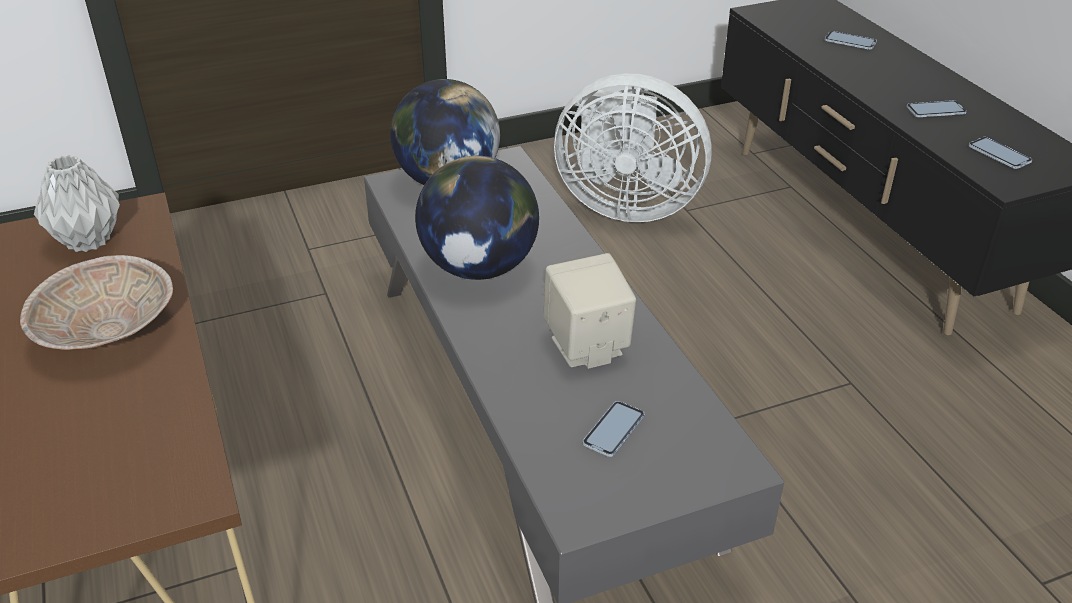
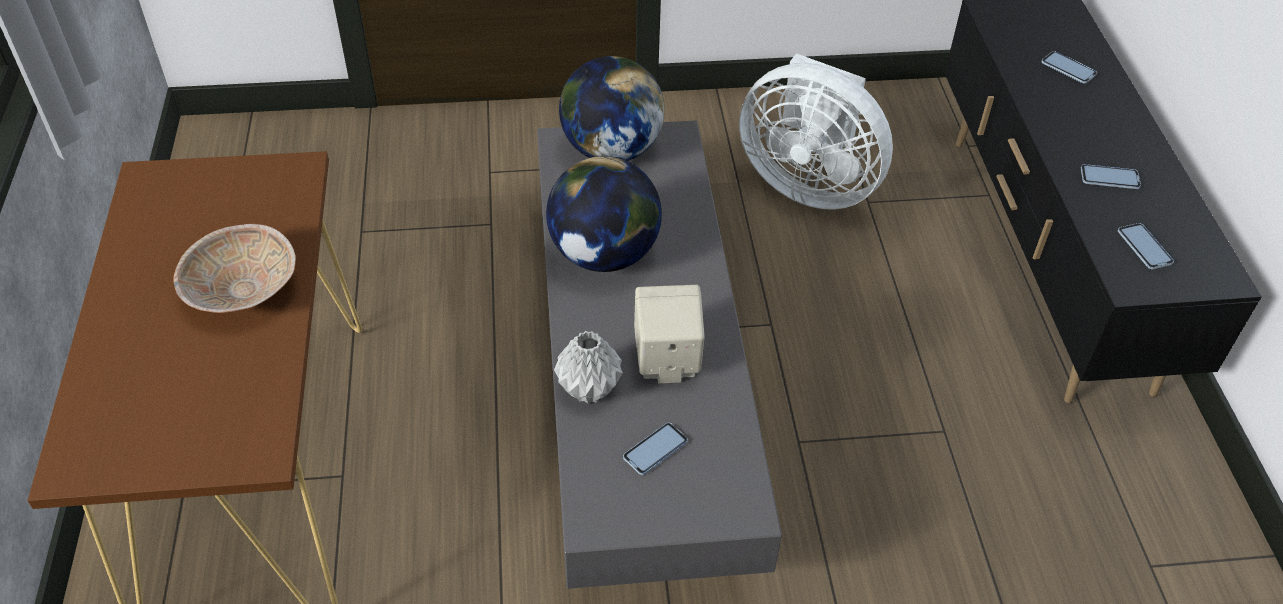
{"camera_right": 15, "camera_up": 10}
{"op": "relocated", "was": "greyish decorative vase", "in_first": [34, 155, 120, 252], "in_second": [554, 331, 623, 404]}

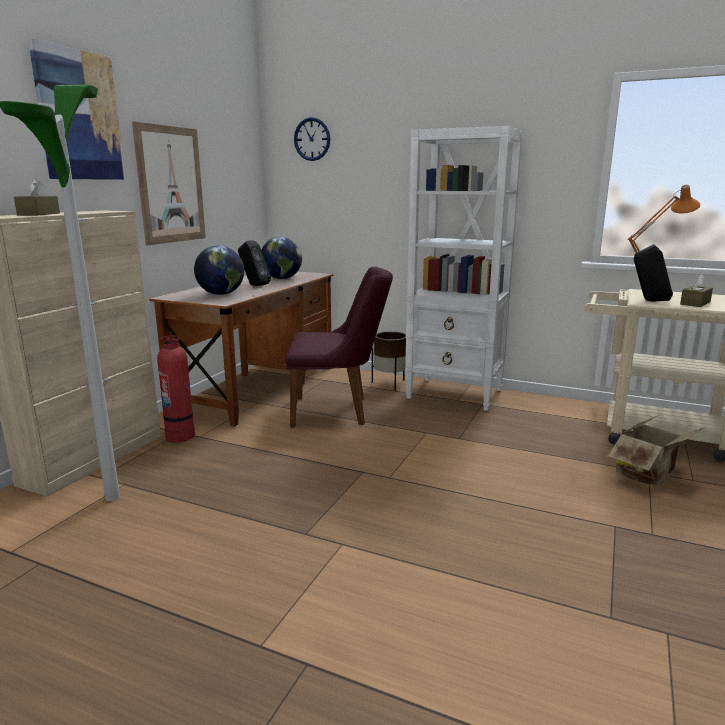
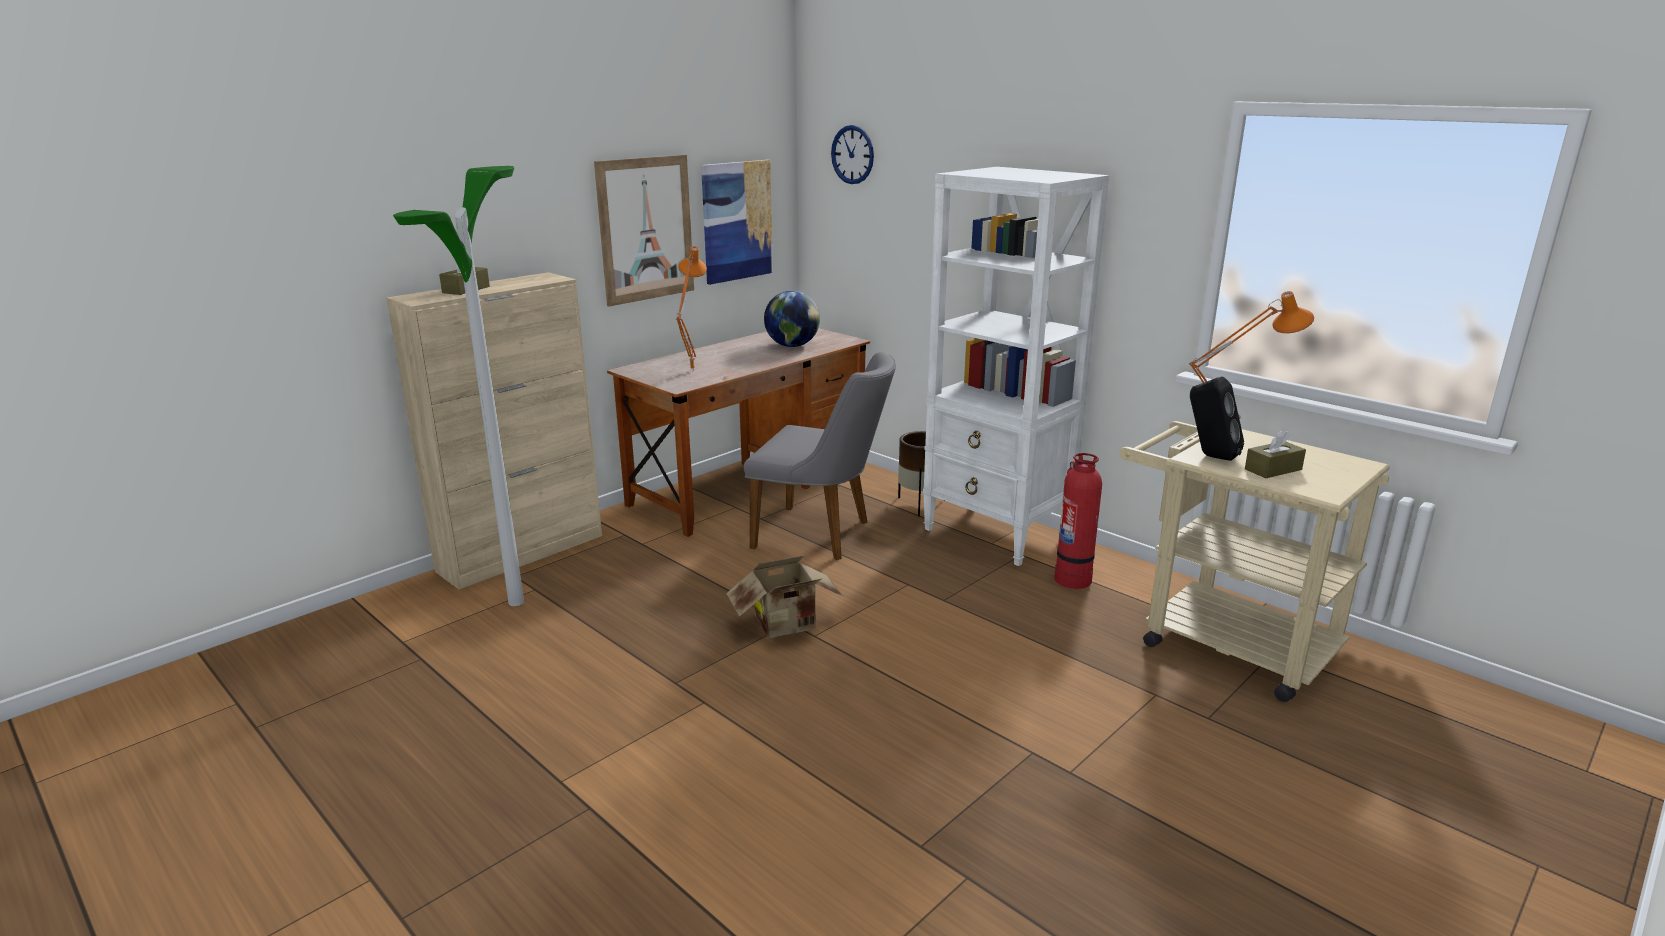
{"camera_right": 20, "camera_up": 5}
{"op": "relocated", "was": "wall art", "in_first": [28, 38, 125, 180], "in_second": [701, 160, 773, 285]}
{"op": "missing", "was": "black-coloured speaker", "in_first": [238, 240, 271, 286]}
{"op": "exchanged", "was": "world globe", "now": "orangey lamp for a table", "in_first": [194, 246, 244, 295], "in_second": [676, 246, 707, 372]}
{"op": "colour", "was": "purple-coloured plain chair", "now": "greyish plain chair", "in_first": [286, 266, 393, 427], "in_second": [744, 352, 896, 560]}
{"op": "relocated", "was": "extinguisher", "in_first": [157, 335, 195, 443], "in_second": [1054, 453, 1102, 589]}
{"op": "relocated", "was": "packing box", "in_first": [608, 415, 703, 487], "in_second": [726, 555, 843, 638]}

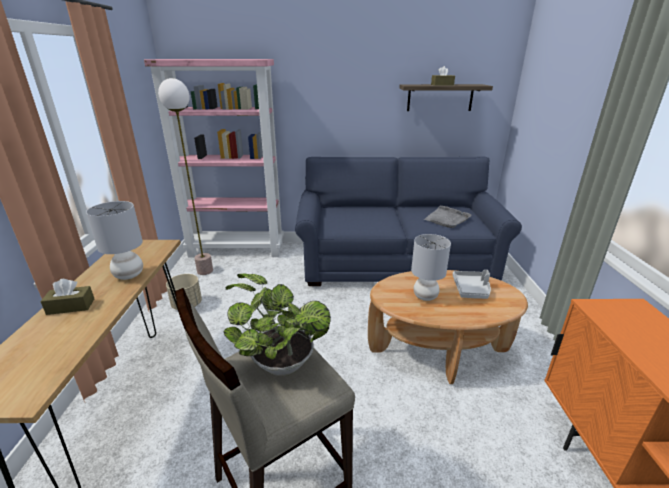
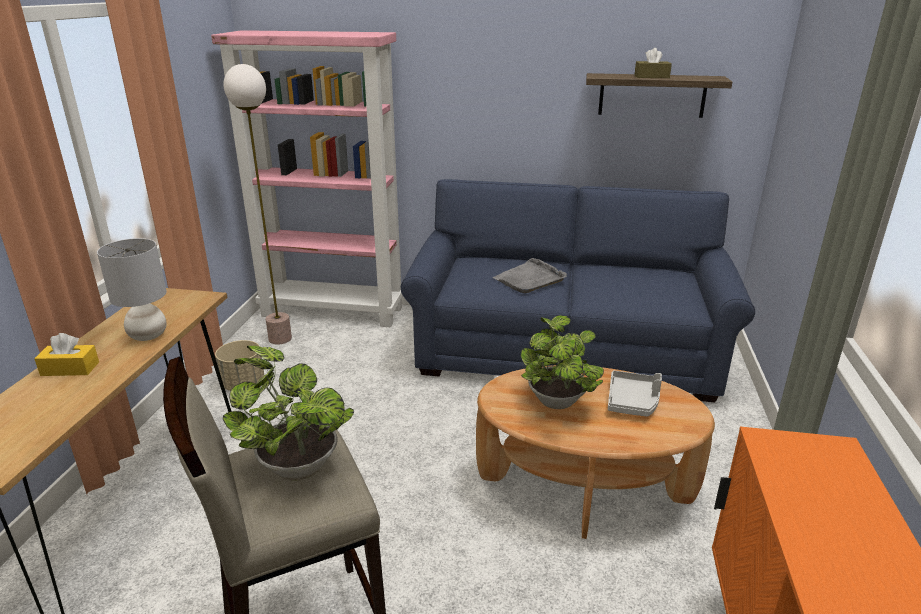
{"camera_right": 10, "camera_up": 0}
{"op": "relocated", "was": "greyish serving tray", "in_first": [424, 206, 472, 228], "in_second": [492, 258, 567, 293]}
{"op": "exchanged", "was": "greyish lamp for a table", "now": "plant in a pot", "in_first": [411, 234, 451, 301], "in_second": [520, 315, 604, 409]}
{"op": "colour", "was": "brown box of tissues", "now": "yellow box of tissues", "in_first": [40, 279, 94, 315], "in_second": [34, 333, 99, 376]}

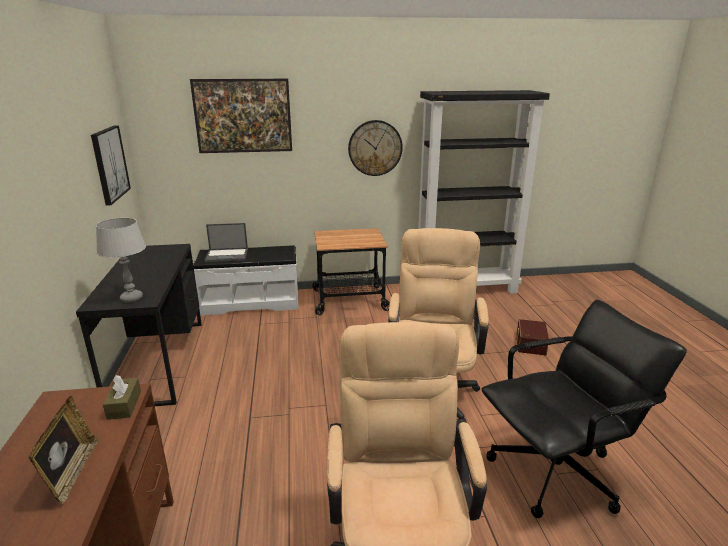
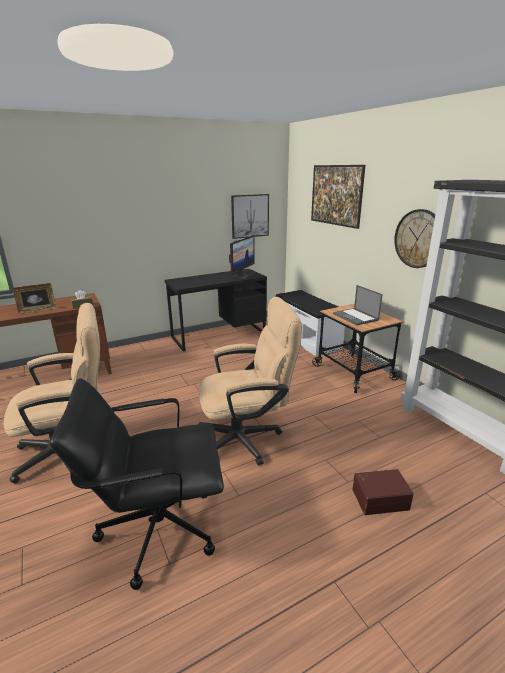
{"camera_right": 70, "camera_up": 0}
{"op": "missing", "was": "greyish lamp for a table", "in_first": [96, 218, 146, 302]}
{"op": "relocated", "was": "laptop", "in_first": [204, 223, 248, 262], "in_second": [333, 285, 383, 326]}
{"op": "spun", "was": "black-coloured desk chair", "in_first": [481, 300, 687, 518], "in_second": [50, 378, 224, 590], "clockwise": 120}
{"op": "appeared", "now": "computer screen", "in_second": [229, 235, 255, 280]}

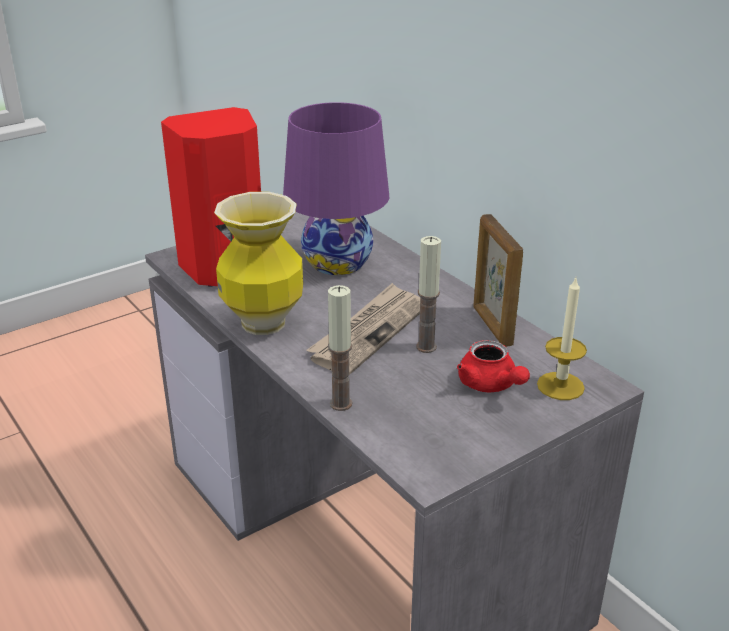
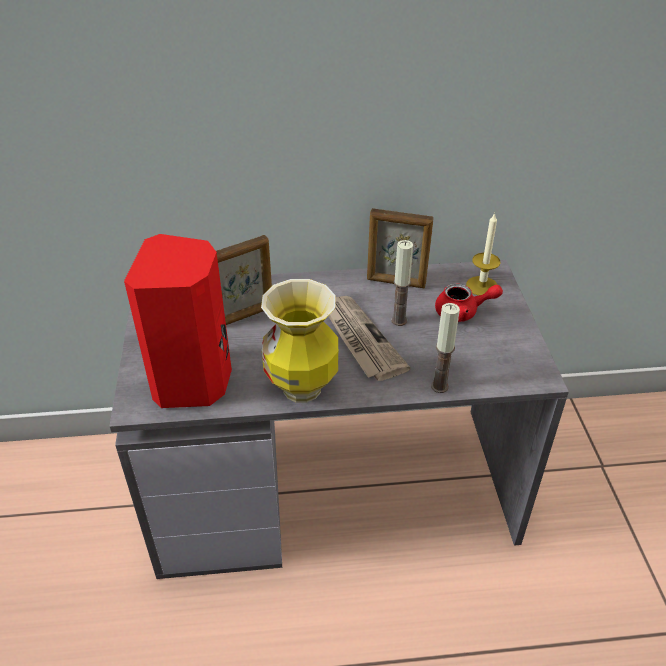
{"camera_right": -60, "camera_up": 10}
{"op": "exchanged", "was": "purple-coloured lamp for a table", "now": "photo frame", "in_first": [283, 102, 389, 275], "in_second": [216, 235, 272, 325]}

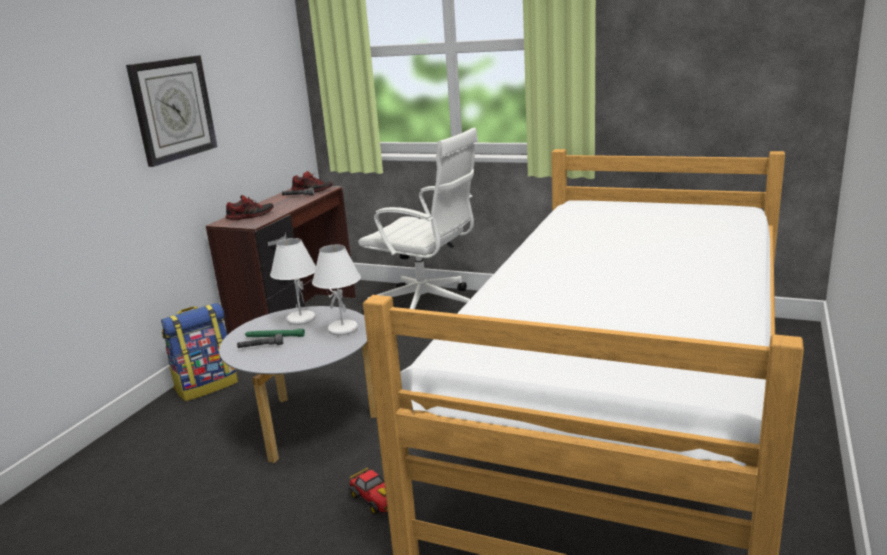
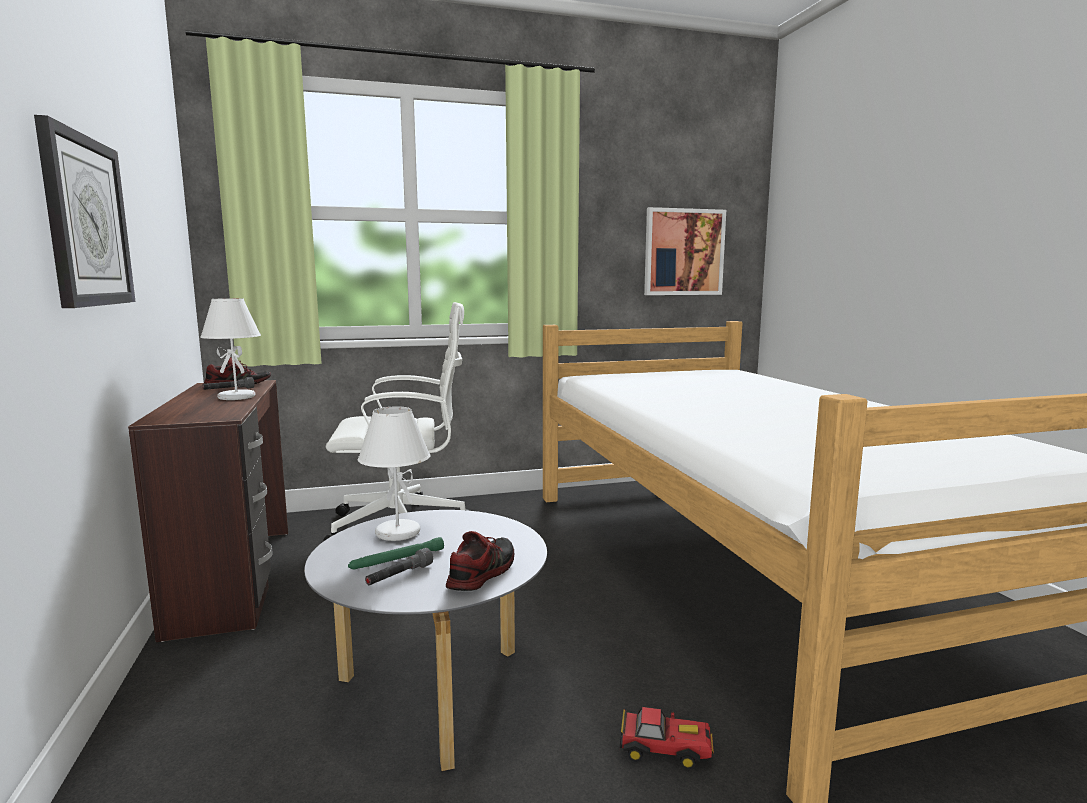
{"camera_right": -40, "camera_up": -10}
{"op": "relocated", "was": "low shoe", "in_first": [225, 195, 274, 220], "in_second": [446, 531, 514, 591]}
{"op": "relocated", "was": "whitish lamp for a table", "in_first": [312, 244, 361, 335], "in_second": [200, 298, 261, 400]}
{"op": "missing", "was": "rucksack", "in_first": [161, 303, 238, 401]}
{"op": "appeared", "now": "wall art", "in_second": [644, 207, 726, 295]}

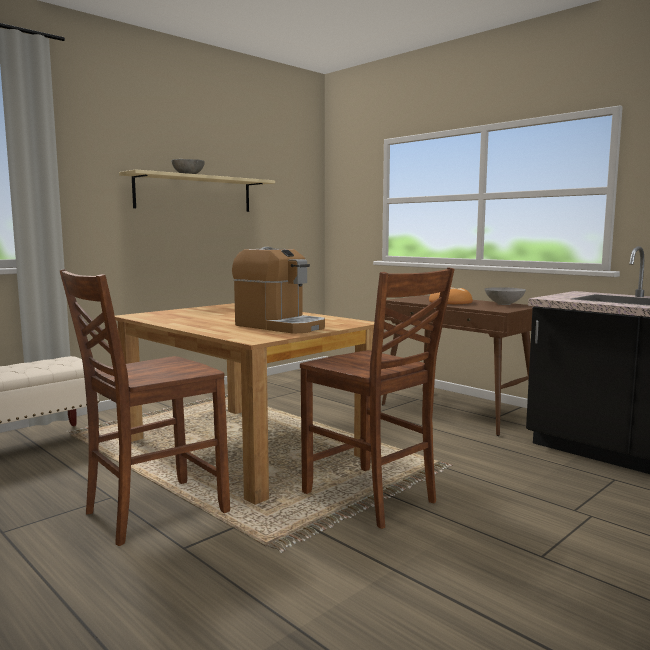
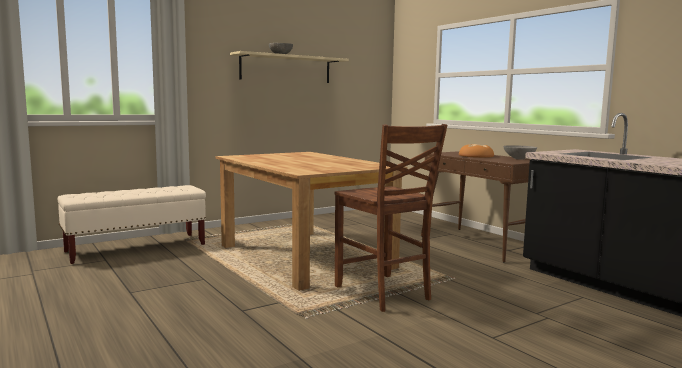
{"camera_right": 10, "camera_up": 0}
{"op": "missing", "was": "coffee brewer", "in_first": [232, 247, 325, 334]}
{"op": "missing", "was": "brown plain chair", "in_first": [59, 269, 230, 546]}

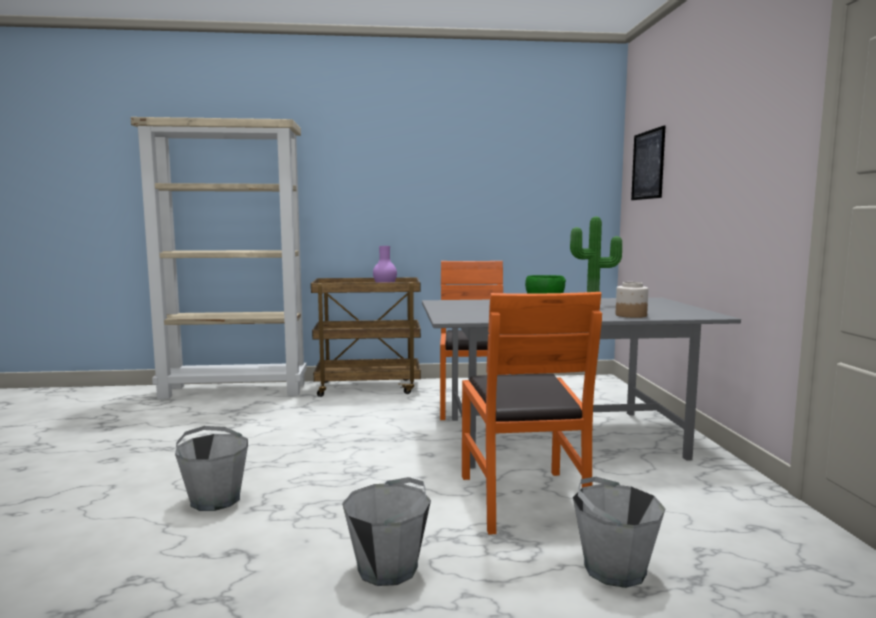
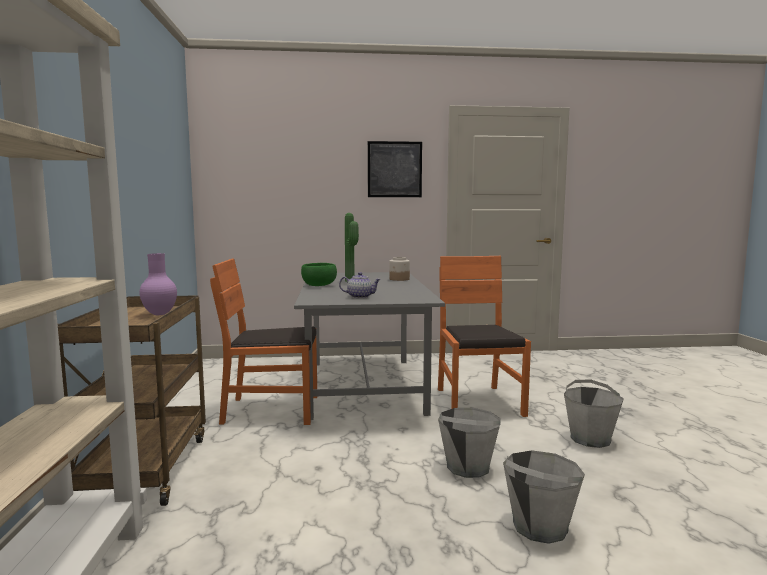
{"camera_right": -90, "camera_up": 0}
{"op": "relocated", "was": "wall art", "in_first": [631, 125, 665, 200], "in_second": [368, 141, 422, 197]}
{"op": "spun", "was": "orangey plain chair", "in_first": [462, 292, 602, 535], "in_second": [438, 256, 531, 417], "clockwise": -90}
{"op": "relocated", "was": "greyish bucket", "in_first": [573, 477, 665, 588], "in_second": [438, 408, 501, 478]}
{"op": "appeared", "now": "teapot", "in_second": [339, 272, 381, 298]}

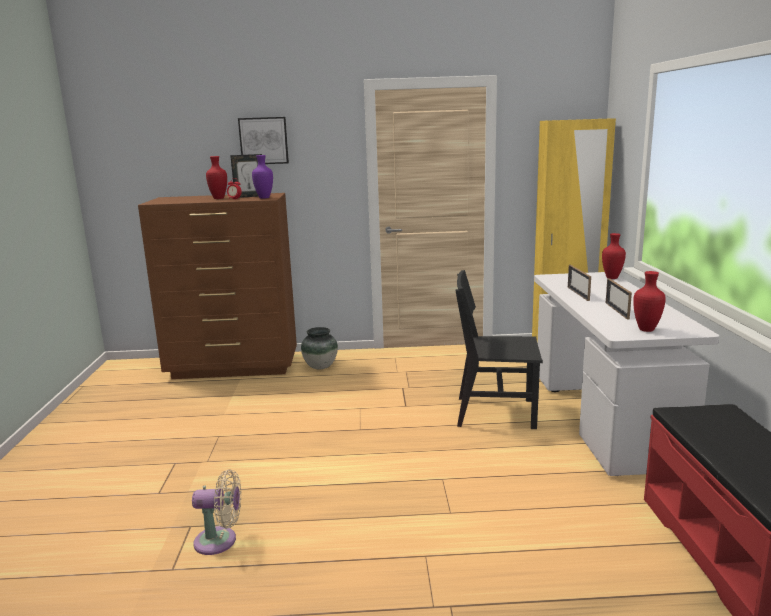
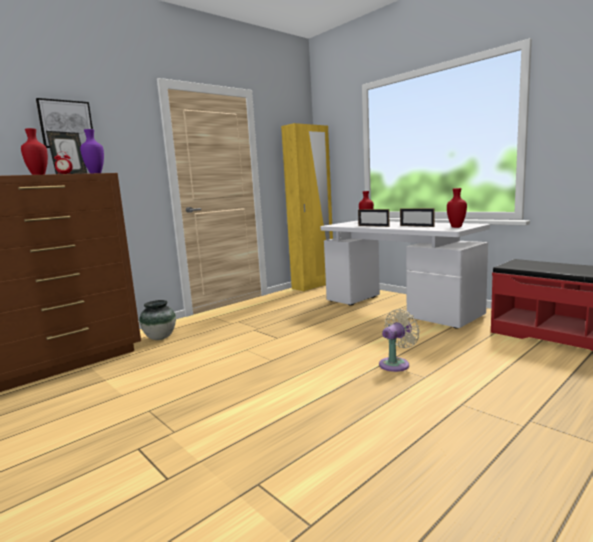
{"camera_right": -40, "camera_up": -5}
{"op": "missing", "was": "black-coloured plain chair", "in_first": [455, 270, 543, 429]}
{"op": "relocated", "was": "beige-coloured cooling fan", "in_first": [192, 469, 241, 555], "in_second": [379, 309, 420, 372]}

